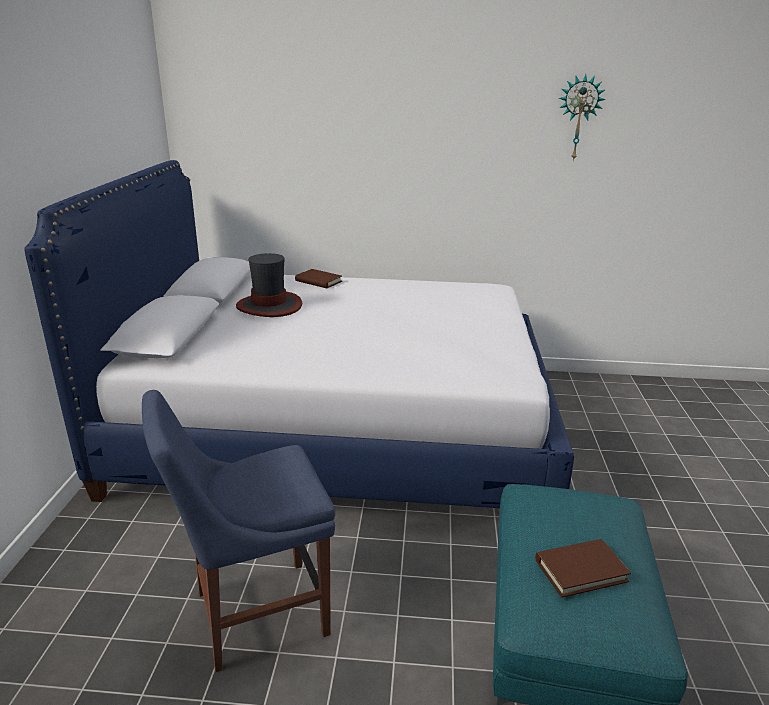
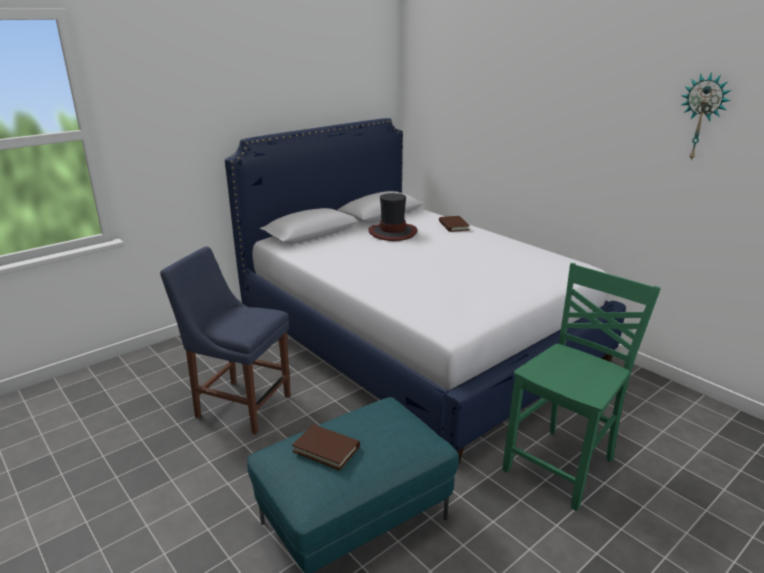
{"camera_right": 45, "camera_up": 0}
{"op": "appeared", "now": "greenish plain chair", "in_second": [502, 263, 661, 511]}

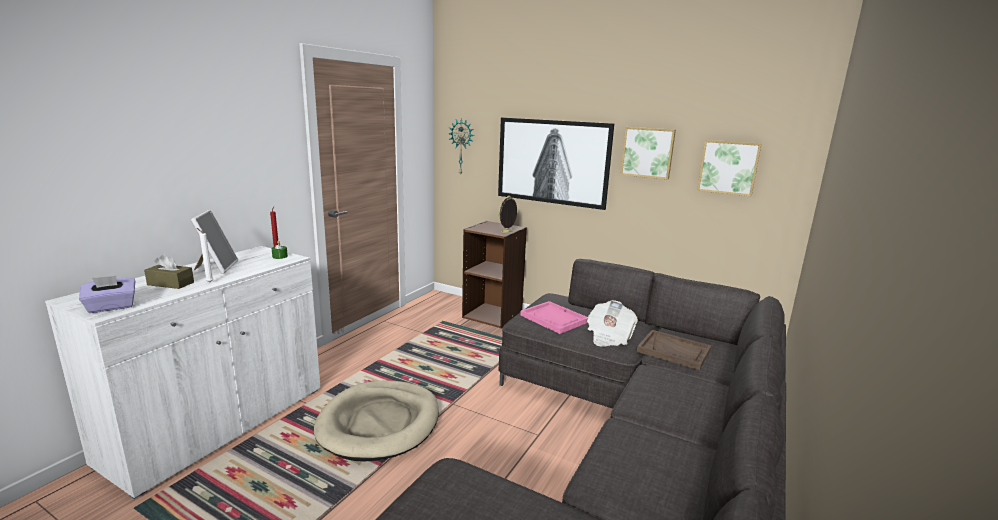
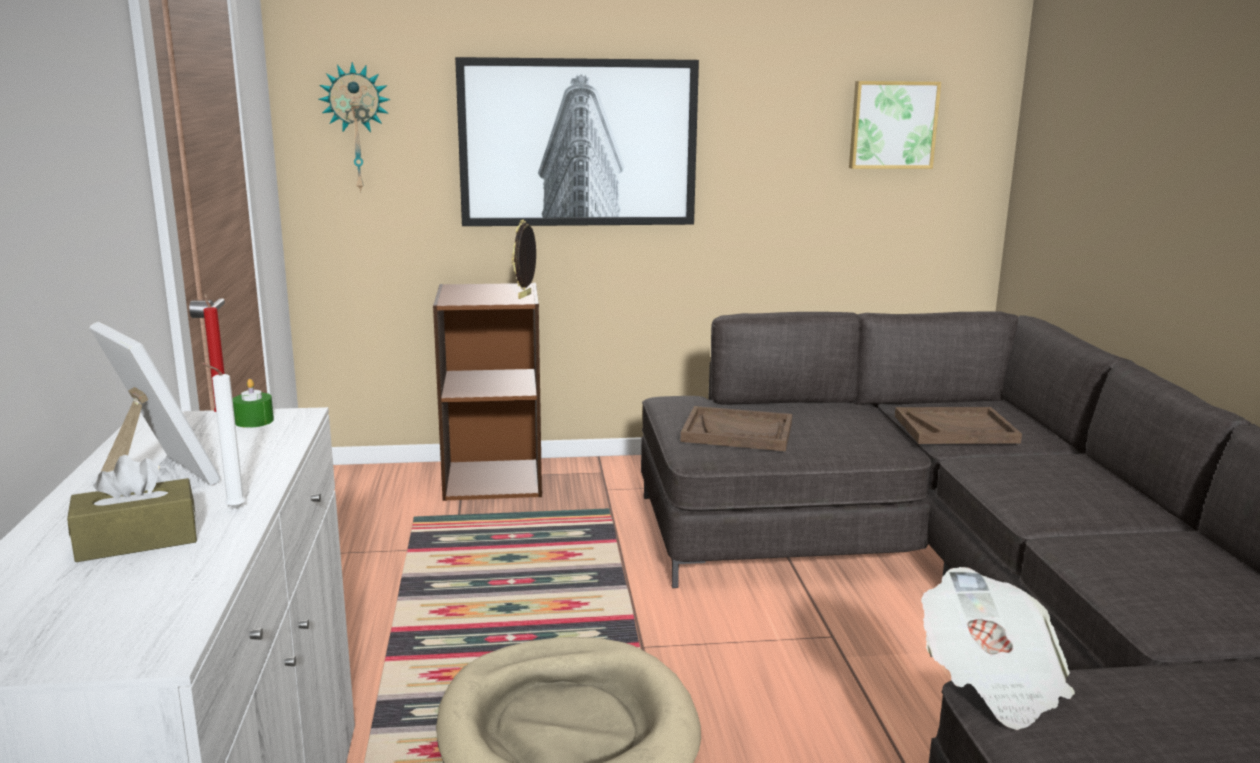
{"camera_right": -35, "camera_up": 0}
{"op": "missing", "was": "wall art", "in_first": [620, 127, 676, 179]}
{"op": "missing", "was": "purple-coloured box of tissues", "in_first": [79, 276, 135, 313]}
{"op": "relocated", "was": "newspaper", "in_first": [586, 300, 638, 347], "in_second": [921, 567, 1075, 730]}
{"op": "colour", "was": "pinkish serving tray", "now": "brown serving tray", "in_first": [520, 301, 588, 334], "in_second": [681, 406, 792, 451]}

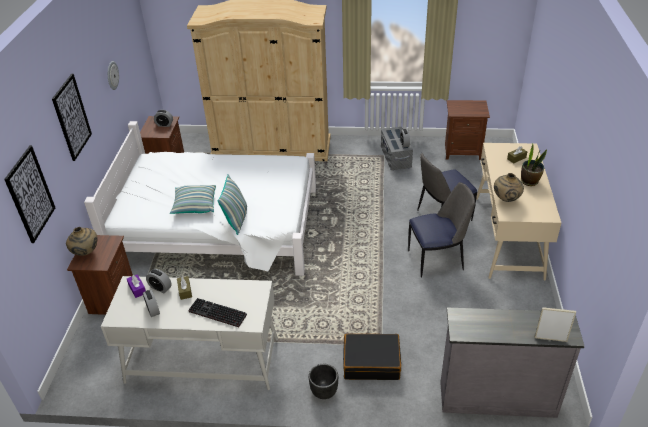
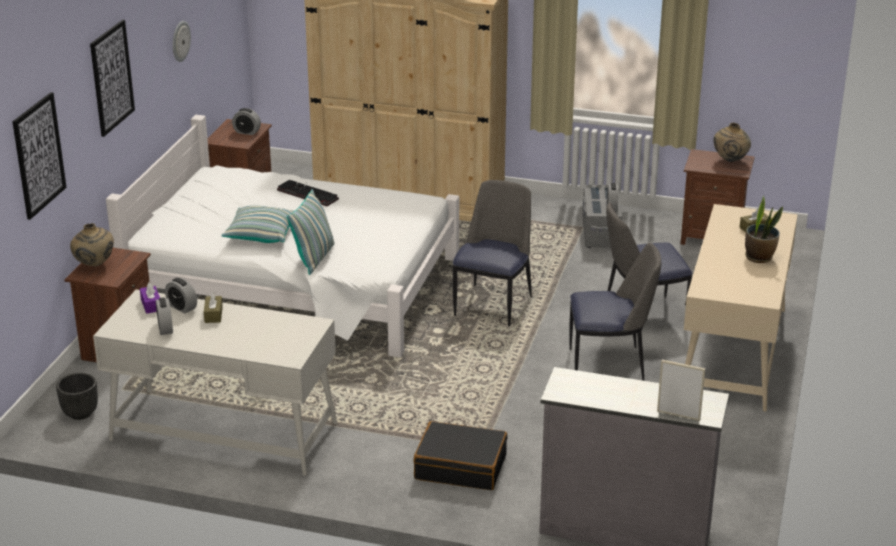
{"camera_right": 10, "camera_up": -10}
{"op": "relocated", "was": "beige-coloured decorative vase", "in_first": [494, 173, 524, 202], "in_second": [714, 123, 751, 162]}
{"op": "relocated", "was": "computer keyboard", "in_first": [189, 298, 247, 327], "in_second": [277, 180, 339, 206]}
{"op": "relocated", "was": "black-coloured planter", "in_first": [309, 364, 338, 399], "in_second": [56, 373, 98, 420]}
{"op": "appeared", "now": "plain chair", "in_second": [453, 180, 532, 327]}

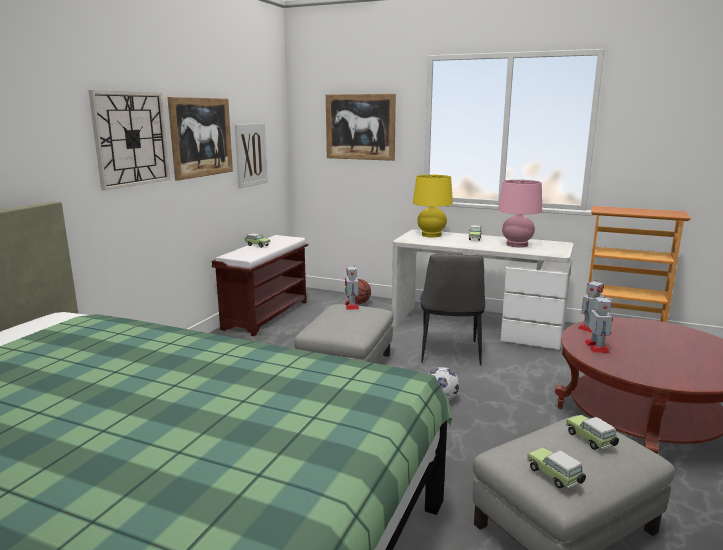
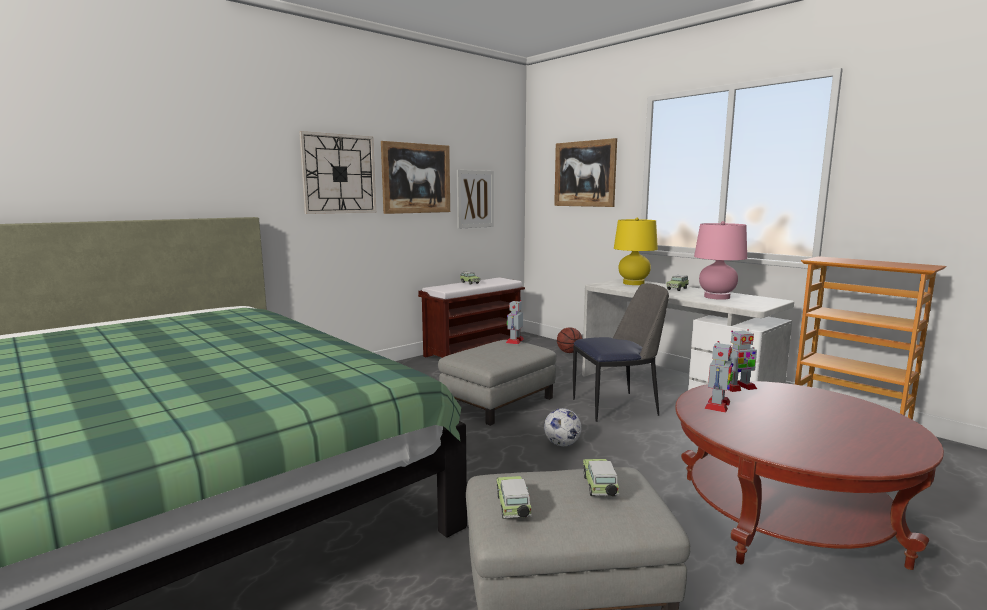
{"camera_right": 25, "camera_up": -5}
{"op": "spun", "was": "plain chair", "in_first": [420, 254, 486, 366], "in_second": [573, 283, 669, 422], "clockwise": -135}

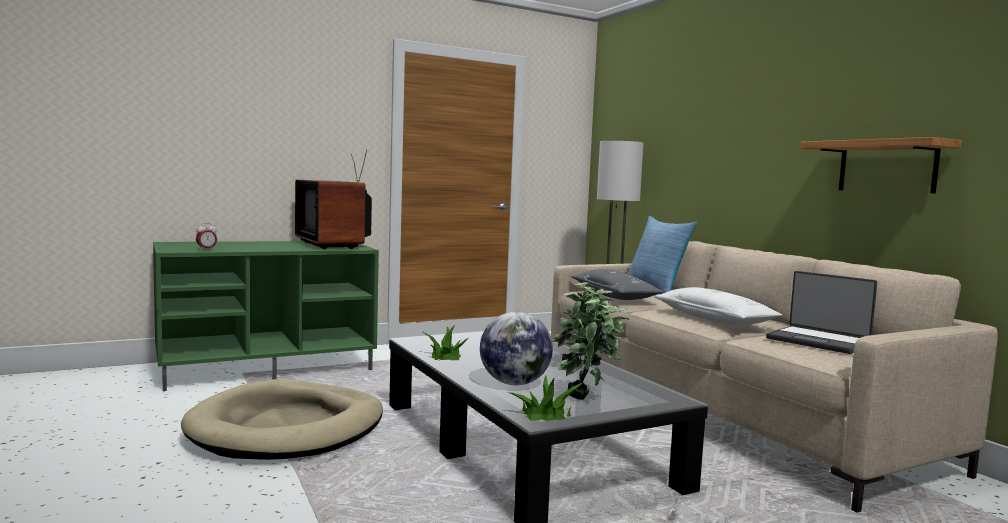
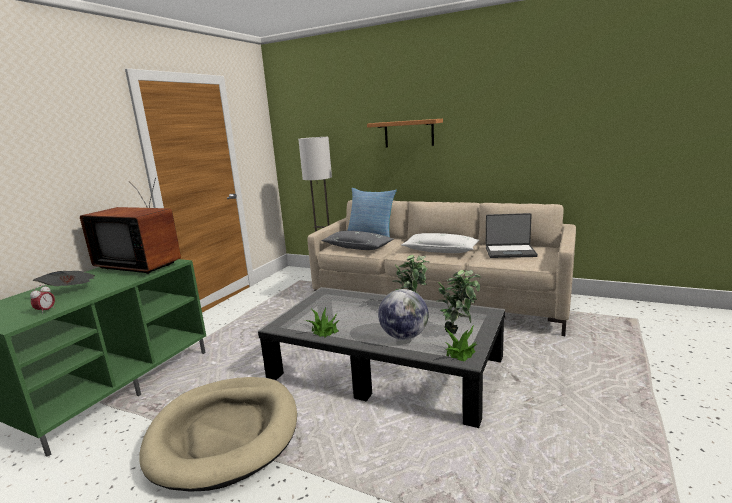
{"camera_right": -35, "camera_up": 10}
{"op": "relocated", "was": "wall shelf", "in_first": [800, 137, 962, 193], "in_second": [367, 119, 443, 147]}
{"op": "appeared", "now": "newspaper", "in_second": [33, 271, 95, 286]}

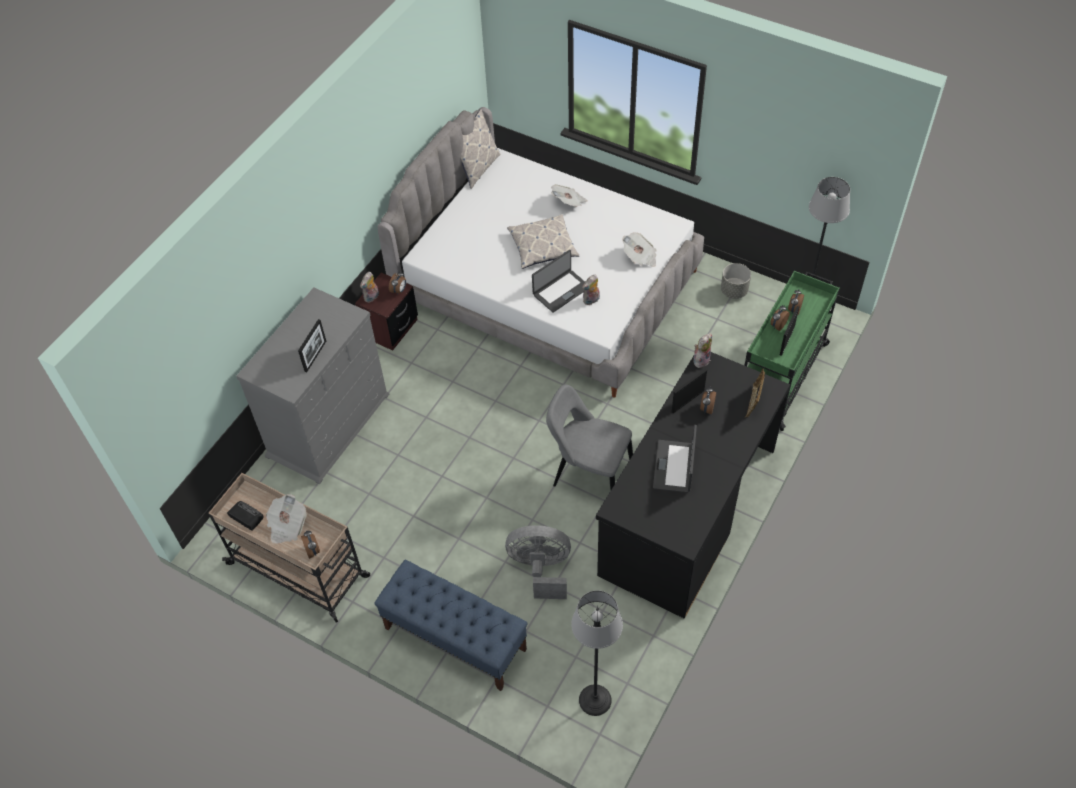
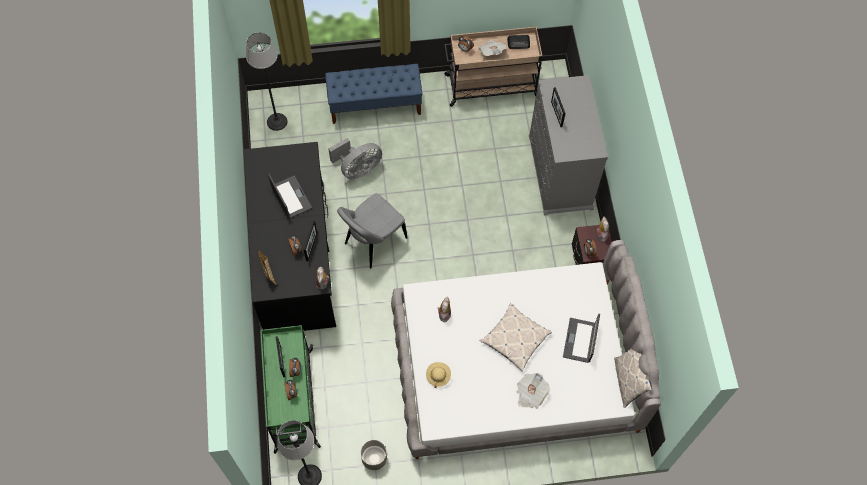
{"camera_right": 140, "camera_up": 10}
{"op": "exchanged", "was": "newspaper", "now": "beige-coloured clothing hat", "in_first": [622, 233, 656, 267], "in_second": [426, 362, 451, 388]}
{"op": "relocated", "was": "laptop", "in_first": [532, 250, 585, 313], "in_second": [563, 314, 600, 363]}
{"op": "spun", "was": "greyish plain chair", "in_first": [546, 385, 633, 490], "in_second": [337, 193, 407, 269], "clockwise": 150}

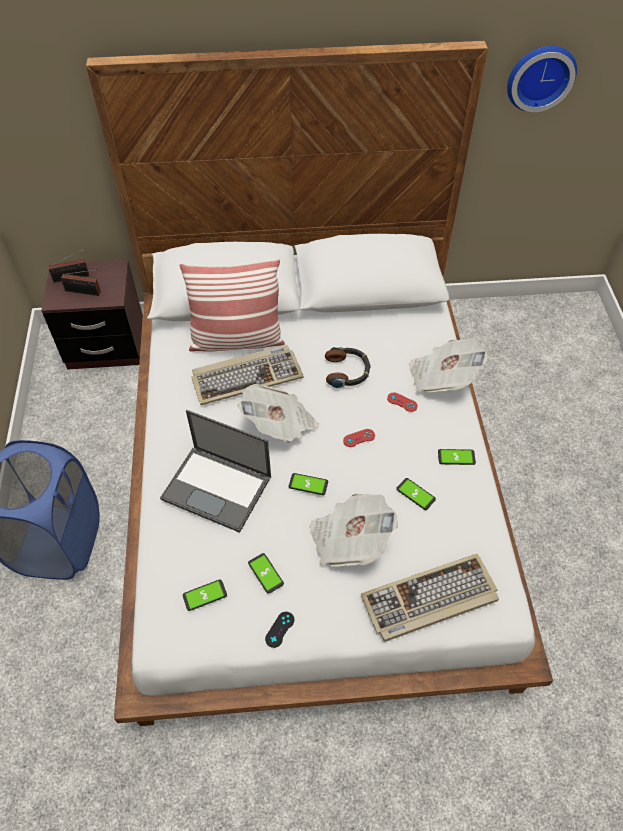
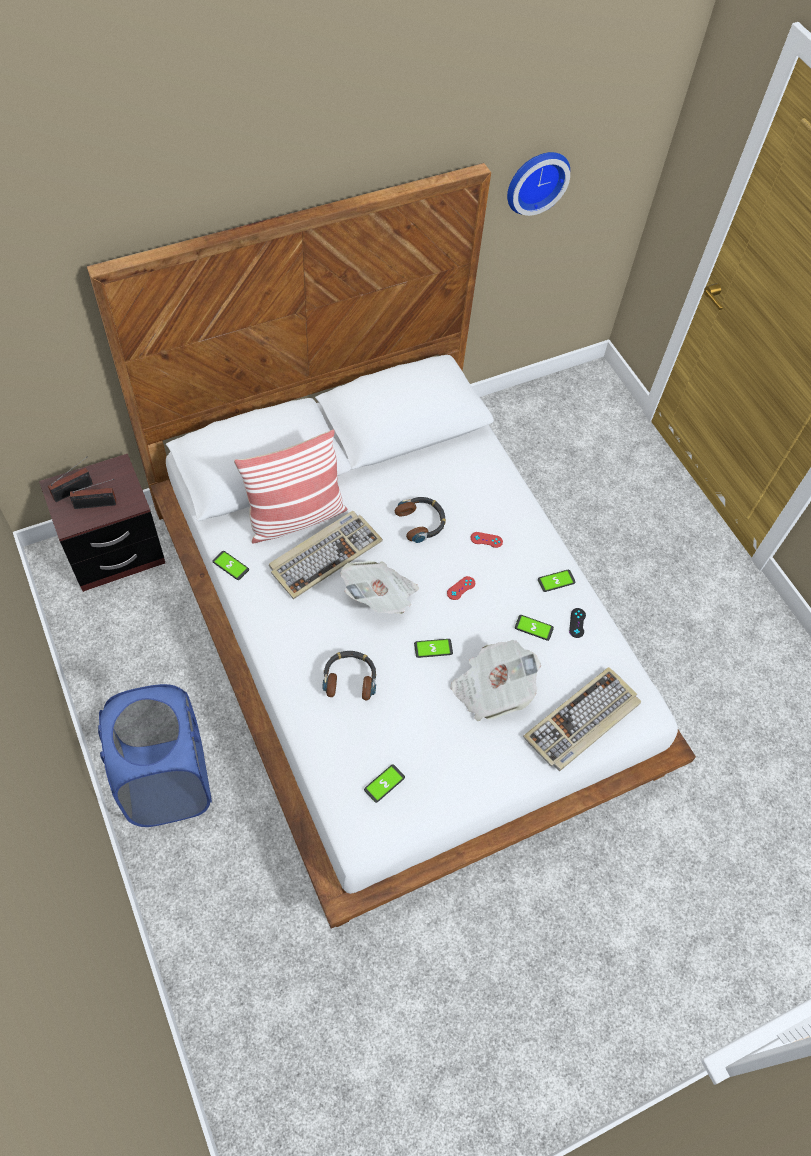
{"camera_right": -25, "camera_up": 5}
{"op": "missing", "was": "newspaper", "in_first": [409, 339, 488, 392]}
{"op": "exchanged", "was": "laptop", "now": "headphones", "in_first": [160, 410, 271, 533], "in_second": [322, 651, 376, 700]}
{"op": "relocated", "was": "phone", "in_first": [248, 553, 284, 594], "in_second": [212, 551, 249, 580]}
{"op": "relocated", "was": "black-coloured joypad", "in_first": [265, 612, 294, 648], "in_second": [569, 608, 586, 638]}

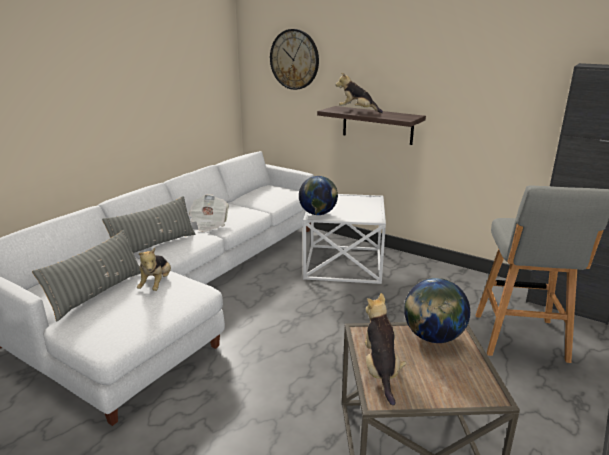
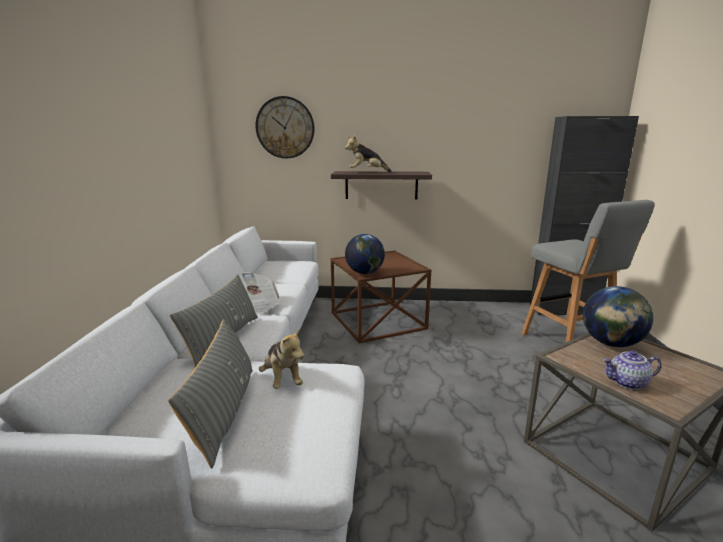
{"camera_right": -30, "camera_up": -5}
{"op": "colour", "was": "whitish accent table", "now": "brown accent table", "in_first": [303, 194, 386, 284], "in_second": [331, 250, 431, 343]}
{"op": "exchanged", "was": "soft toy", "now": "teapot", "in_first": [365, 293, 407, 406], "in_second": [603, 351, 662, 390]}

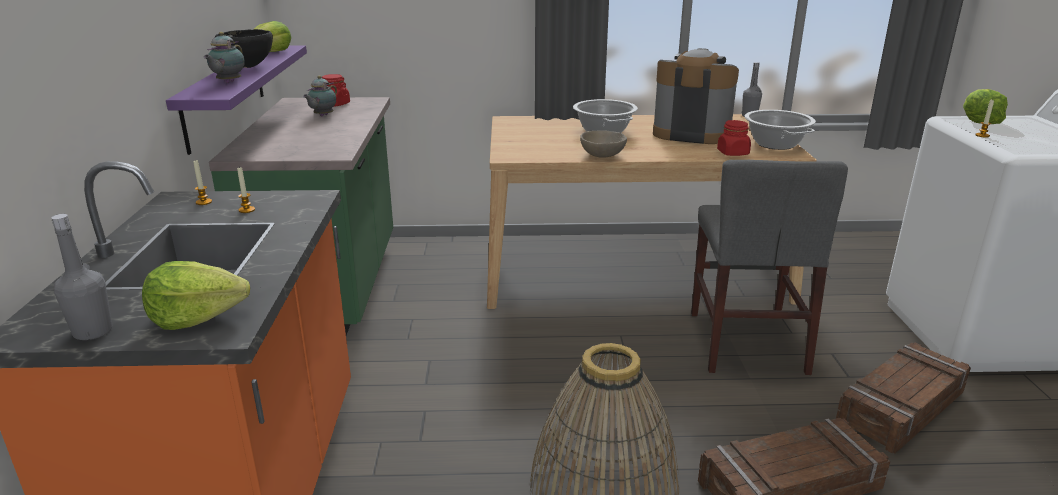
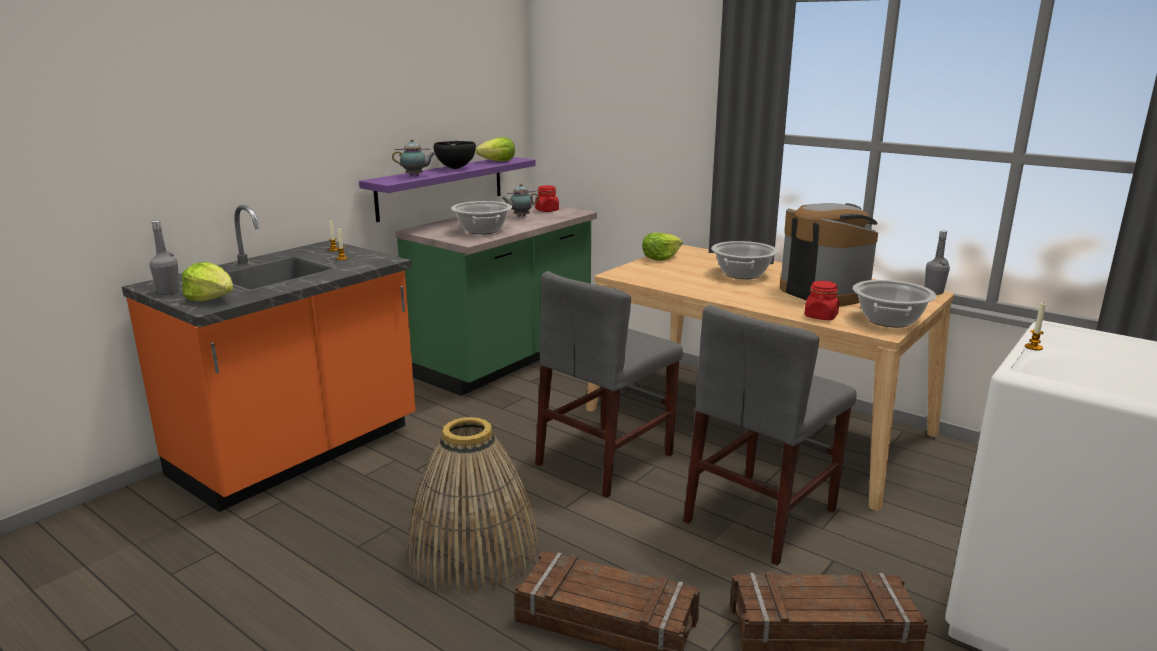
{"camera_right": 40, "camera_up": -5}
{"op": "spun", "was": "teapot", "in_first": [204, 32, 245, 83], "in_second": [392, 139, 435, 176], "clockwise": -150}
{"op": "relocated", "was": "lettuce head", "in_first": [963, 89, 1008, 124], "in_second": [642, 233, 682, 261]}
{"op": "missing", "was": "beige-coloured bowl", "in_first": [580, 130, 627, 158]}
{"op": "appeared", "now": "cooking pot", "in_second": [451, 201, 512, 234]}
{"op": "appeared", "now": "greyish plain chair", "in_second": [535, 271, 683, 498]}

